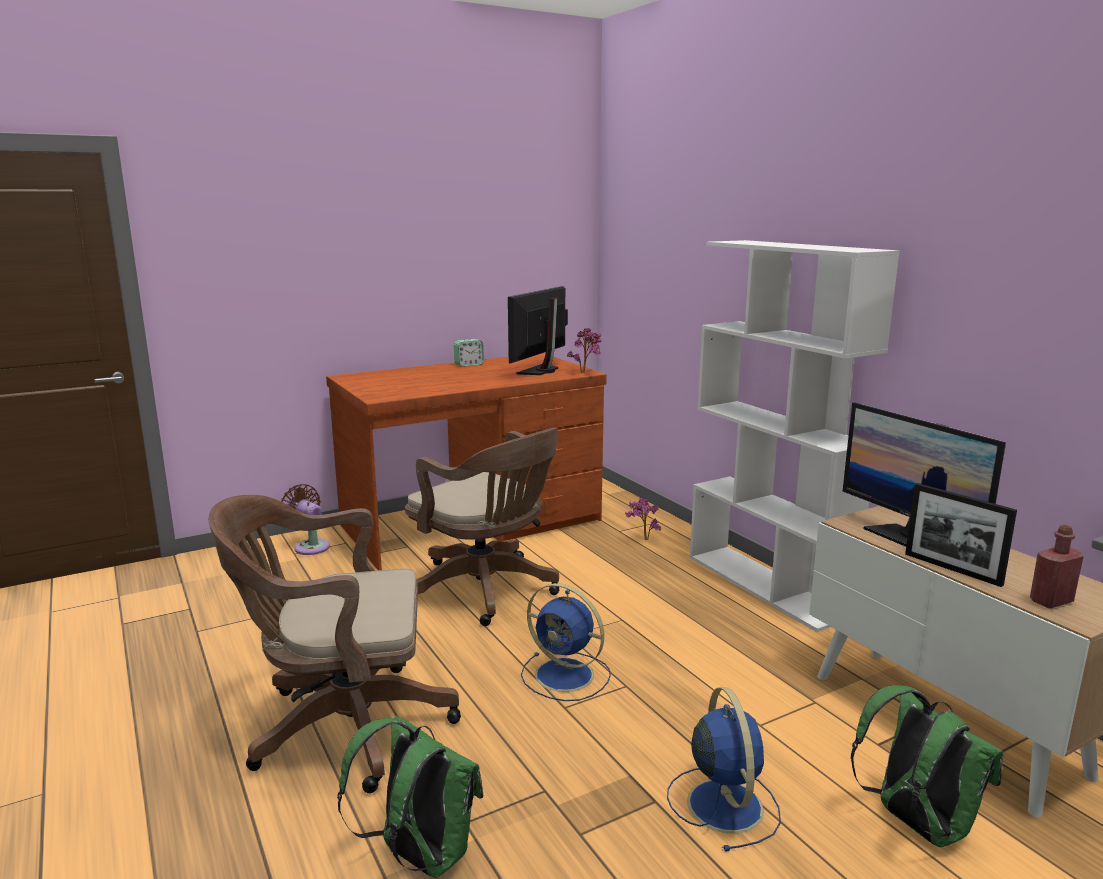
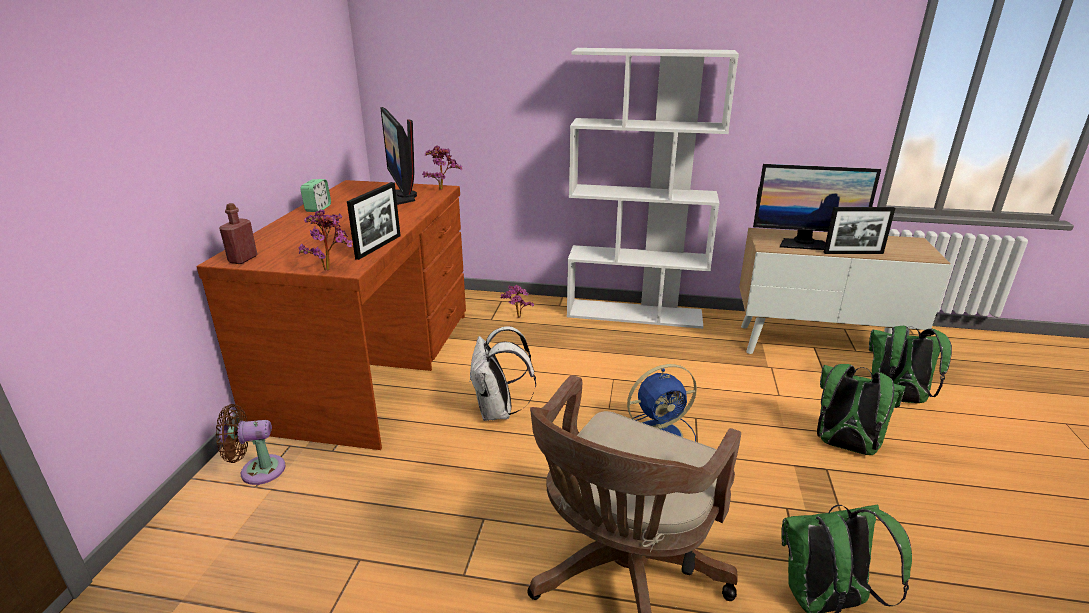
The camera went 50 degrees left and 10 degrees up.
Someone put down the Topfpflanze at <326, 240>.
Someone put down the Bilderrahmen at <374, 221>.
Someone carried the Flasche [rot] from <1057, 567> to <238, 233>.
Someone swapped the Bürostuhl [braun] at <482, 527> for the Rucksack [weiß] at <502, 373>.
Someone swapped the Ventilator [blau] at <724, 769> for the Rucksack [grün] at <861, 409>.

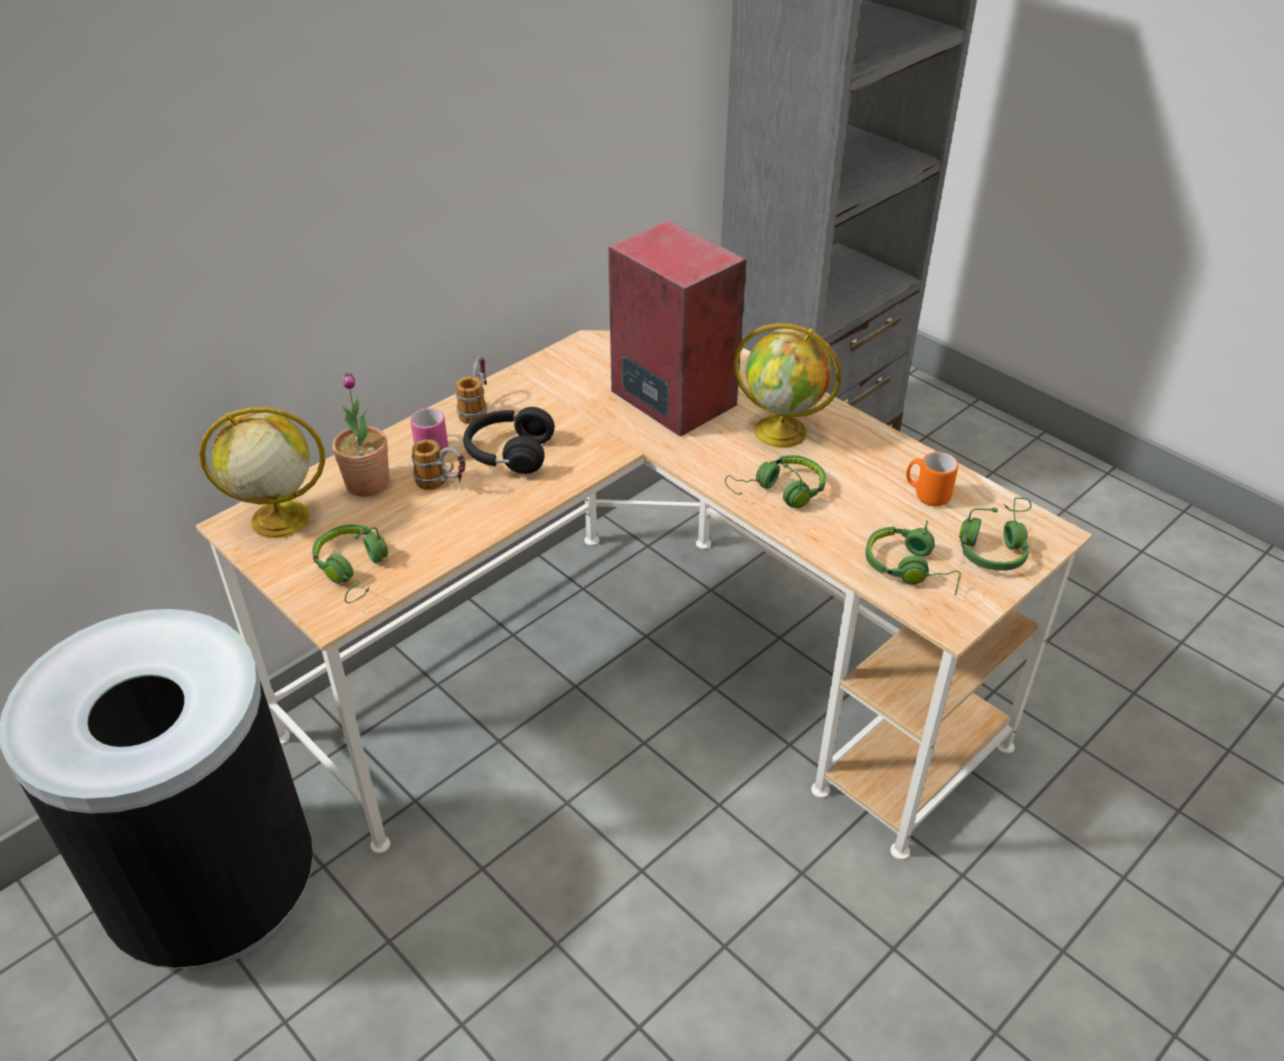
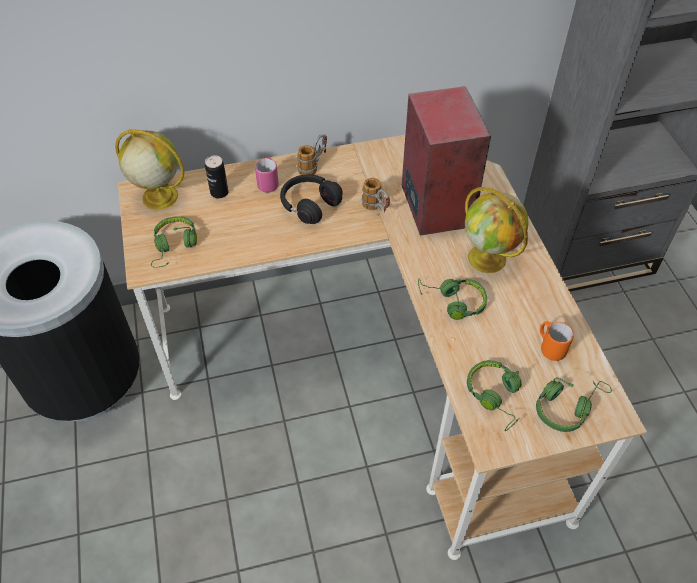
The camera went 30 degrees right and 10 degrees up.
Someone carried the Henkelbecher from <438, 464> to <375, 195>.
Someone swapped the Topfpflanze at <360, 435> for the Dose at <216, 176>.

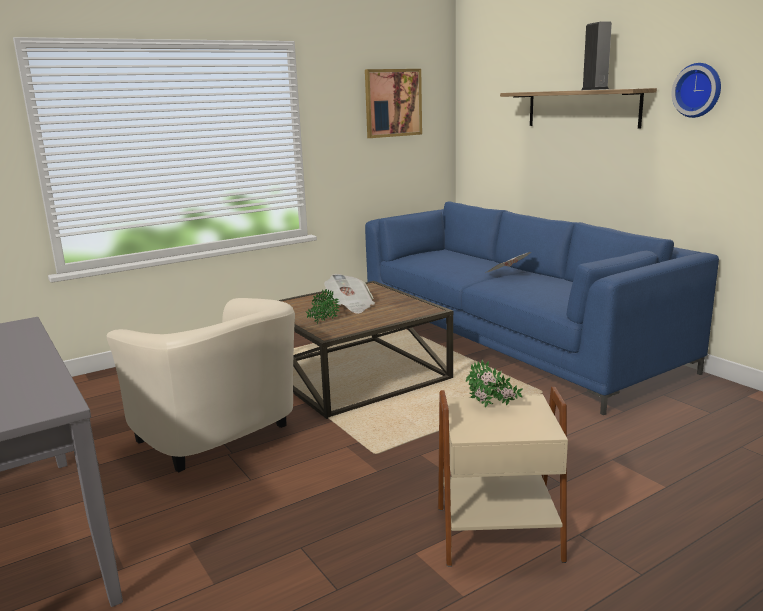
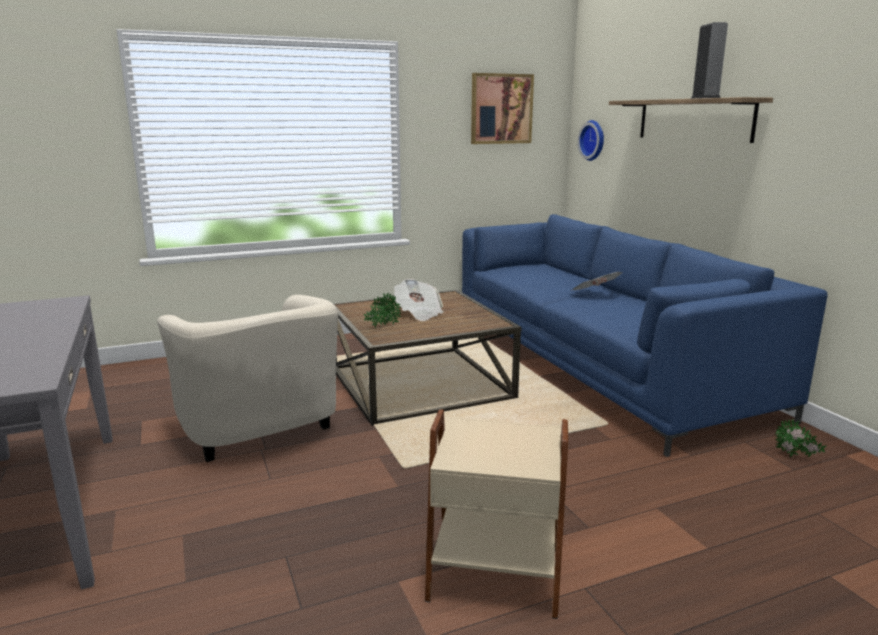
The camera went 10 degrees right and 0 degrees up.
Someone carried the Topfpflanze from <494, 383> to <801, 438>.
Someone carried the Wanduhr from <696, 90> to <591, 140>.

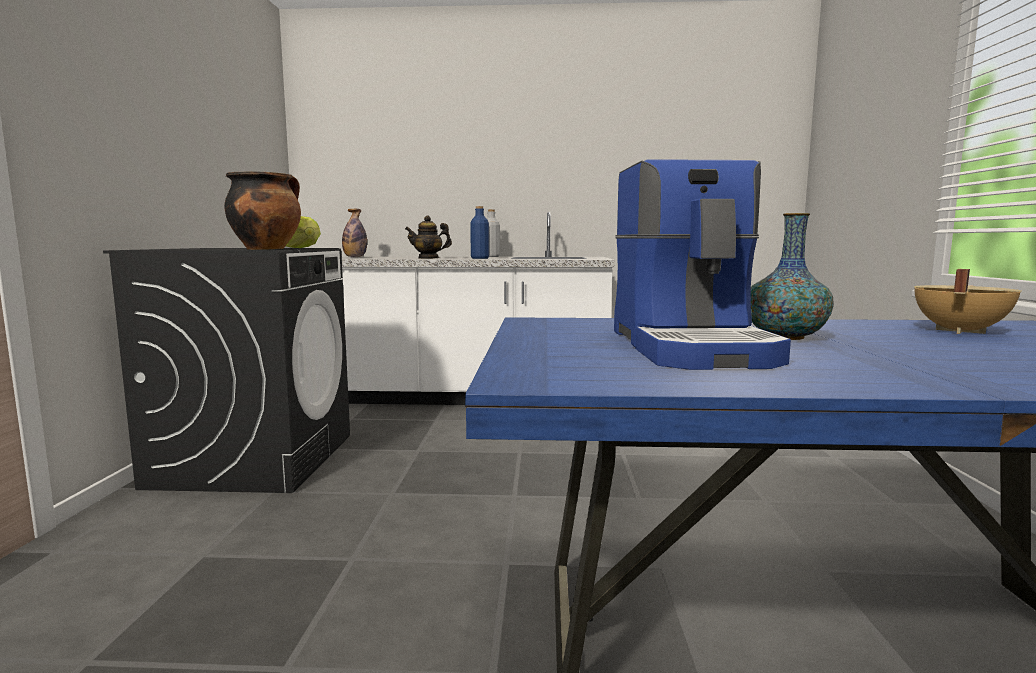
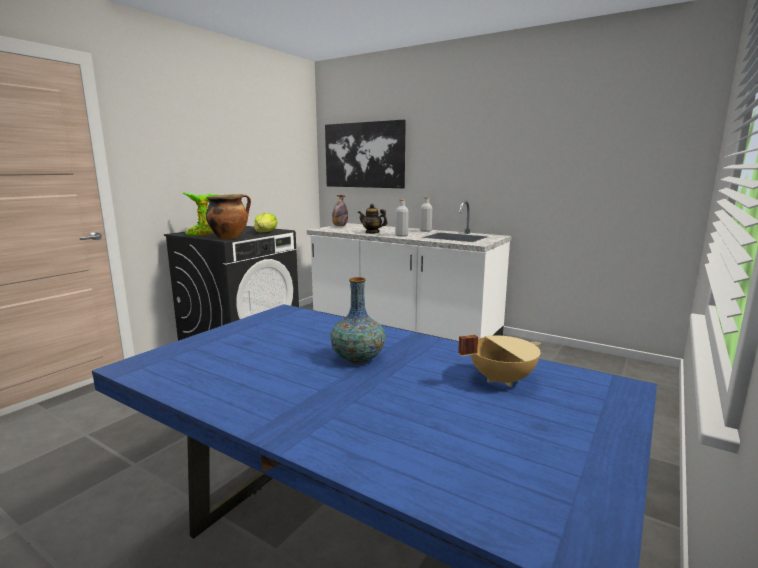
The camera went 30 degrees right and 5 degrees up.
Someone took away the Kaffeemaschine at <702, 264>.
Someone put down the Topfpflanze at <200, 214>.
Someone put up the Bild at <365, 154>.
Someone repainted the Flasche [blau] at <479, 232>, which became the Flasche [grau] at <402, 218>.

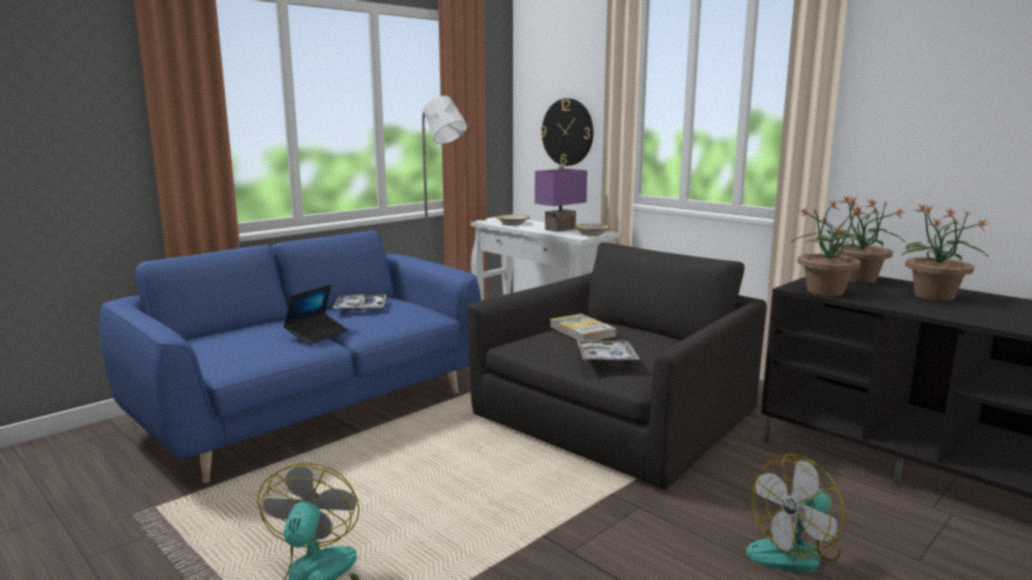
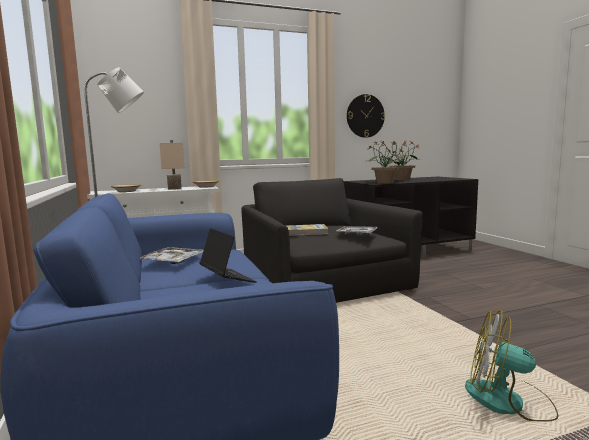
The camera went 65 degrees left and 5 degrees down.
Someone took away the Ventilator at <795, 513>.
Someone took away the Topfpflanze at <867, 239>.
Someone carried the Wanduhr from <567, 132> to <366, 116>.
Someone repainted the Tischlampe [lila] at <561, 199>, which became the Tischlampe [beige] at <172, 165>.

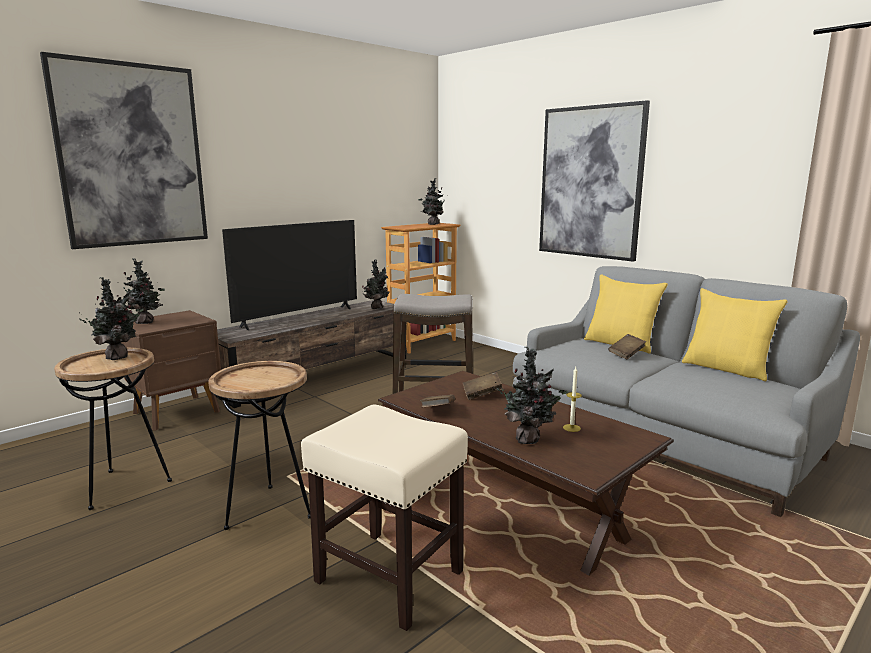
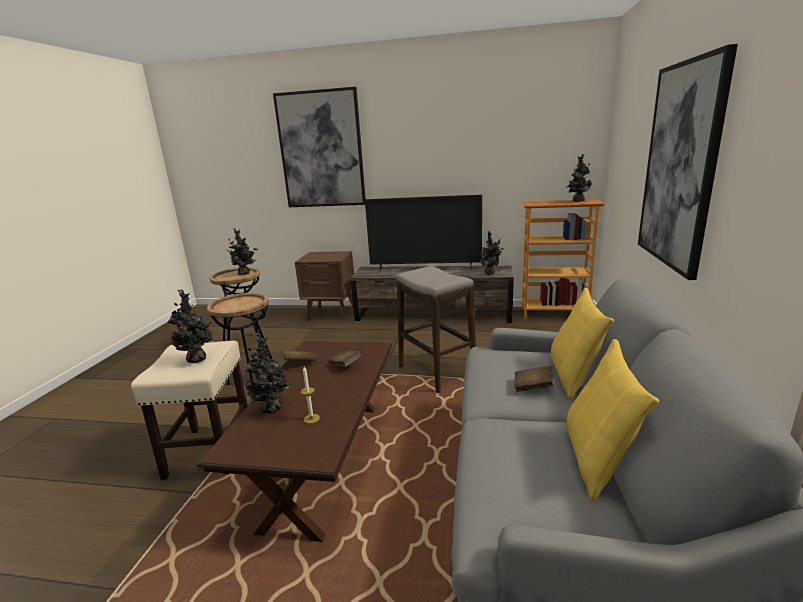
The camera went 55 degrees right and 5 degrees up.
Someone carried the Topfpflanze from <141, 291> to <191, 326>.

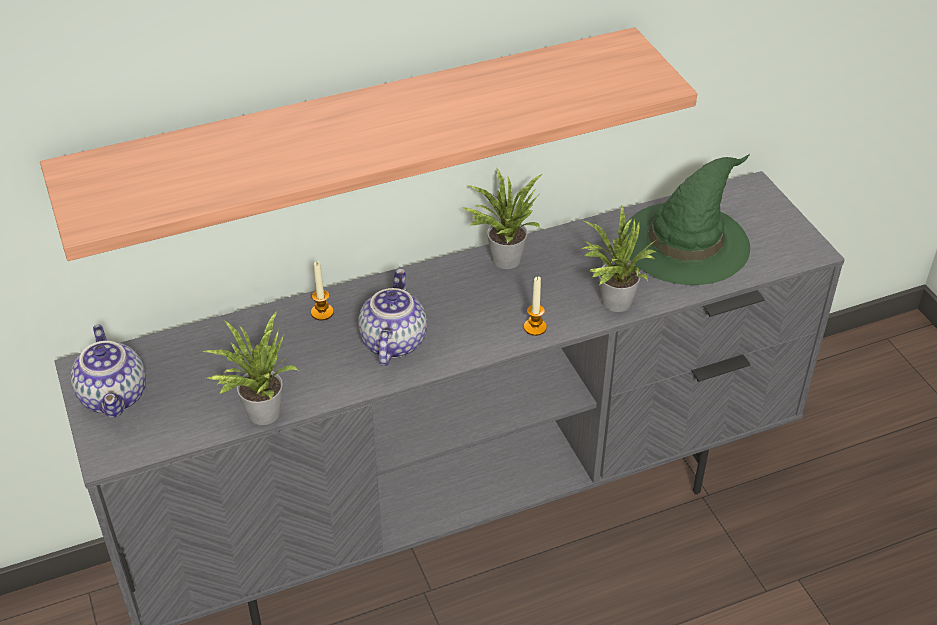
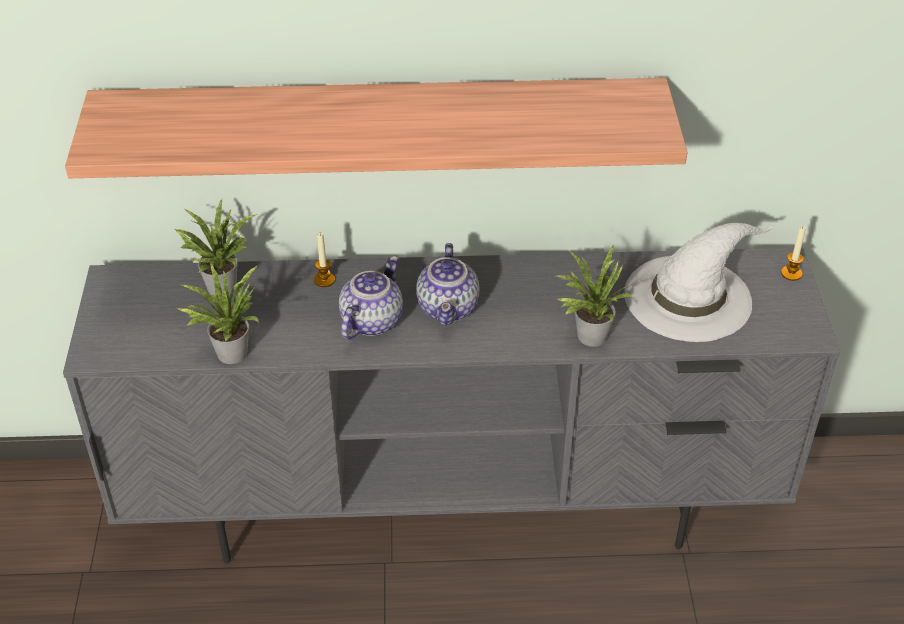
The camera went 20 degrees right and 0 degrees up.
Someone carried the Teekanne from <108, 371> to <448, 284>.
Someone carried the Topfpflanze from <501, 218> to <216, 247>.
Someone carried the Kerze from <535, 306> to <793, 253>.
Someone repainted the Hut [grün] at <687, 219>, which became the Hut [weiß] at <699, 282>.

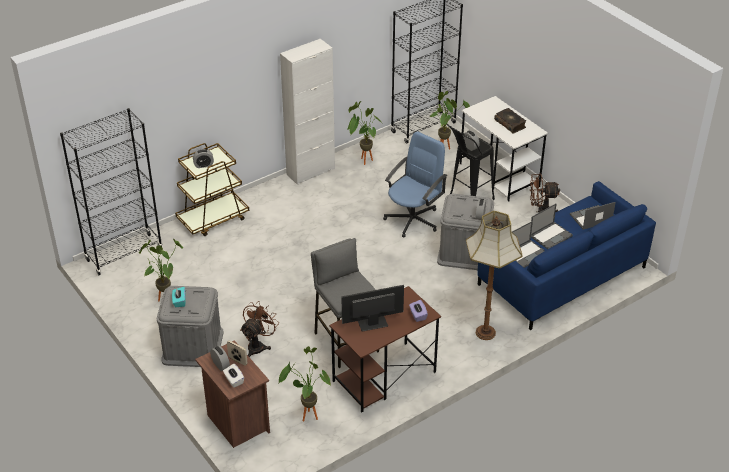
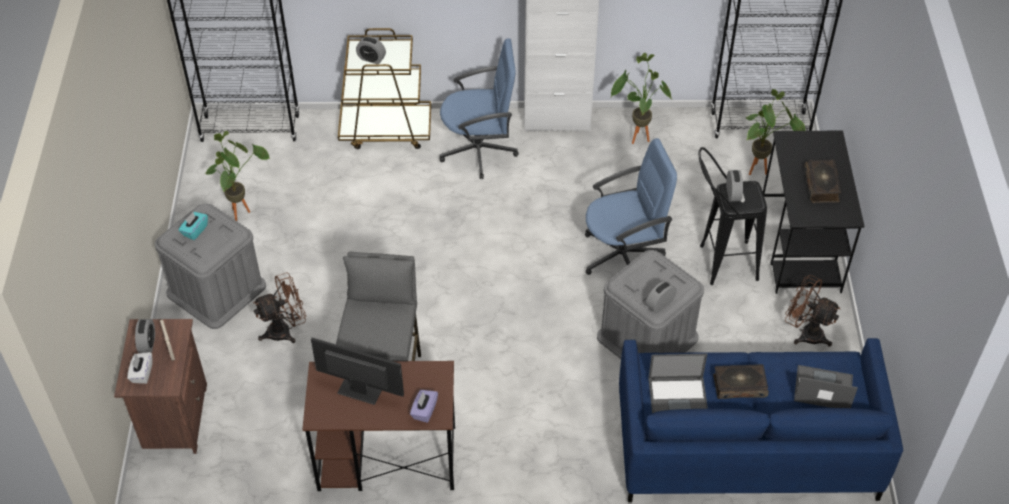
The camera went 35 degrees right and 10 degrees up.
Someone took away the Topfpflanze at <304, 384>.
Someone took away the Stehlampe at <494, 275>.
Someone put down the Bürostuhl [blau] at <479, 108>.
Someone swapped the Laptop at <552, 226> for the Buch at <741, 381>.
Someone repainted the Schreibtisch [weiß] at <504, 148>, which became the Schreibtisch [schwarz] at <813, 212>.

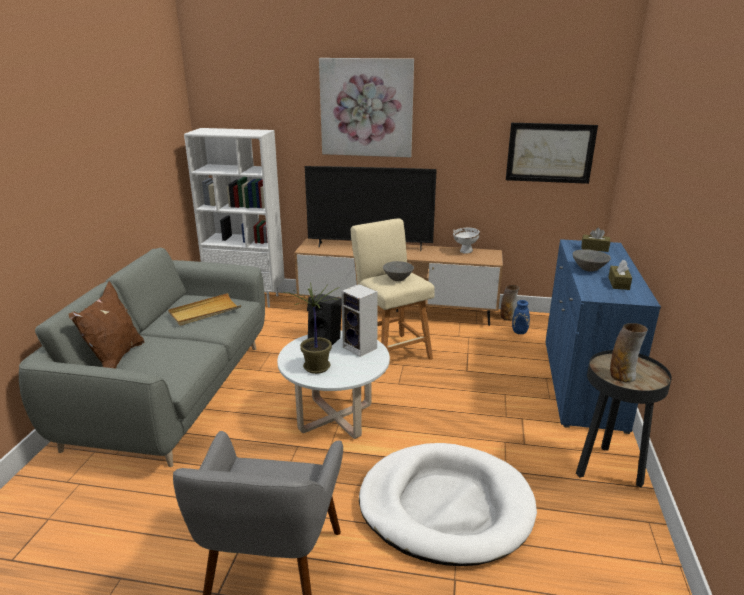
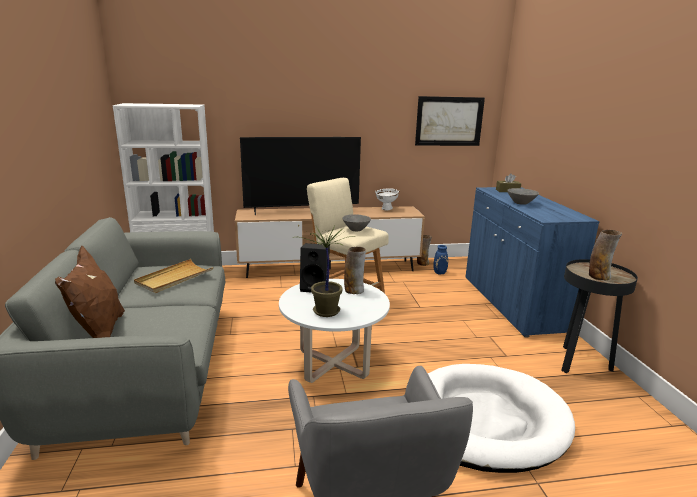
The camera went 20 degrees left and 5 degrees down.
Someone took away the Bild at <366, 107>.
Someone took away the Taschentuchbox [braun] at <620, 275>.
Someone swapped the Lautsprecher at <359, 320> for the Vase at <355, 270>.

